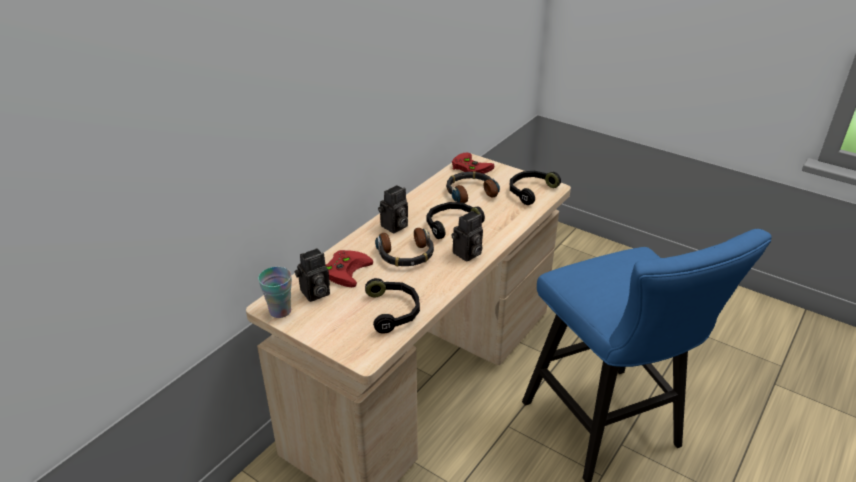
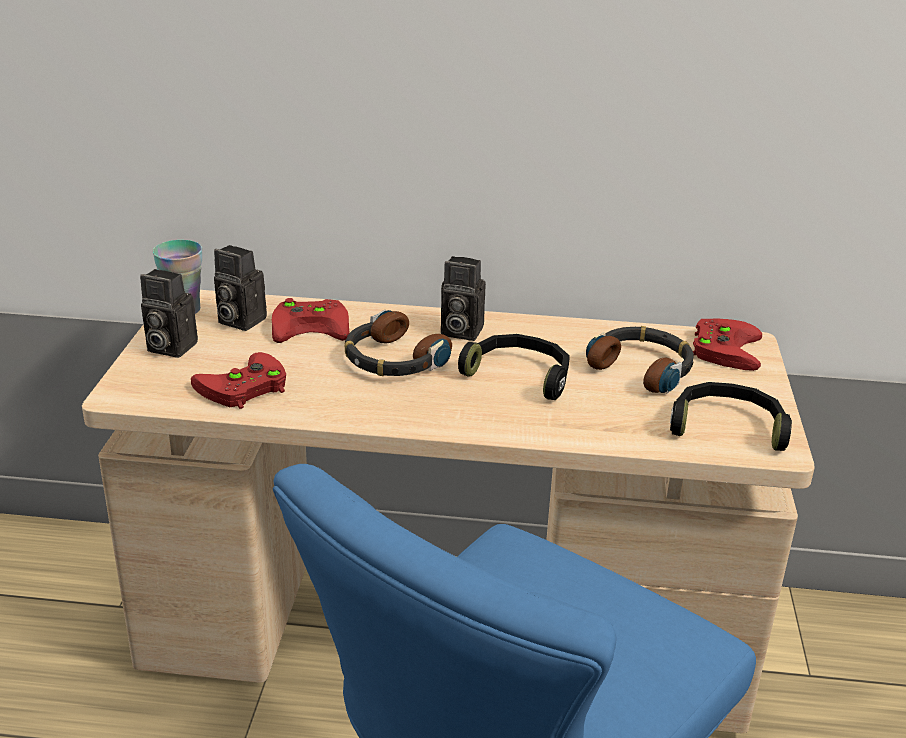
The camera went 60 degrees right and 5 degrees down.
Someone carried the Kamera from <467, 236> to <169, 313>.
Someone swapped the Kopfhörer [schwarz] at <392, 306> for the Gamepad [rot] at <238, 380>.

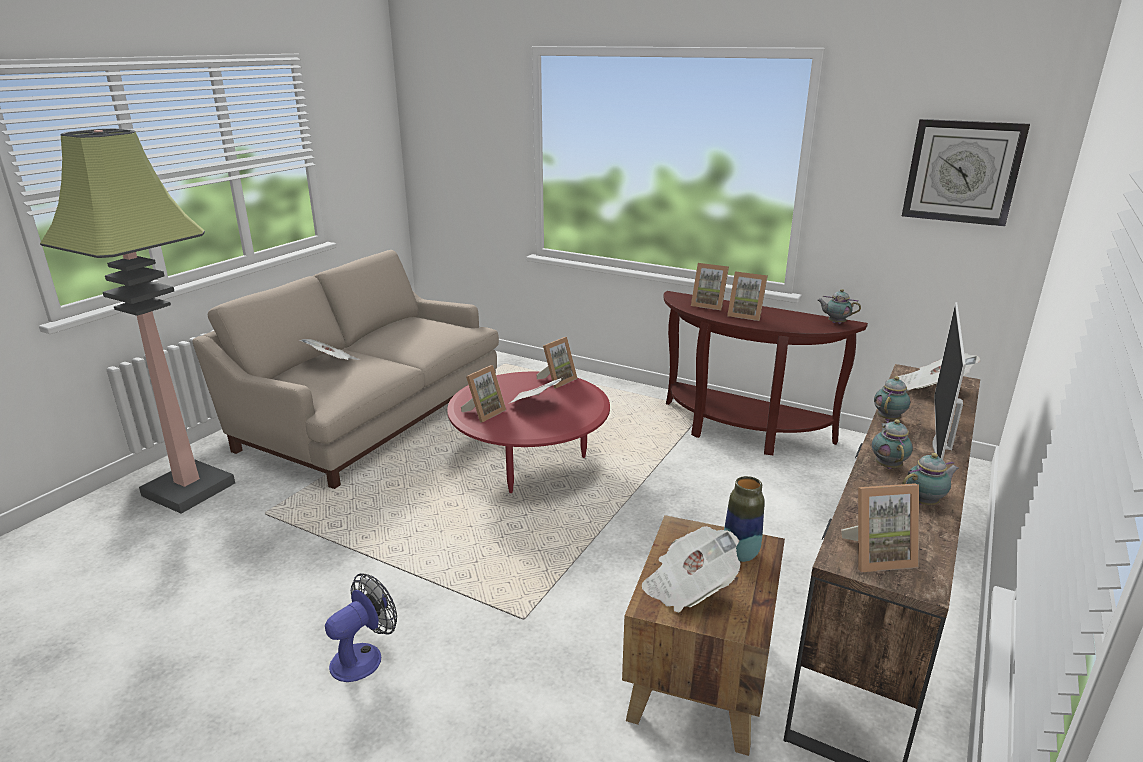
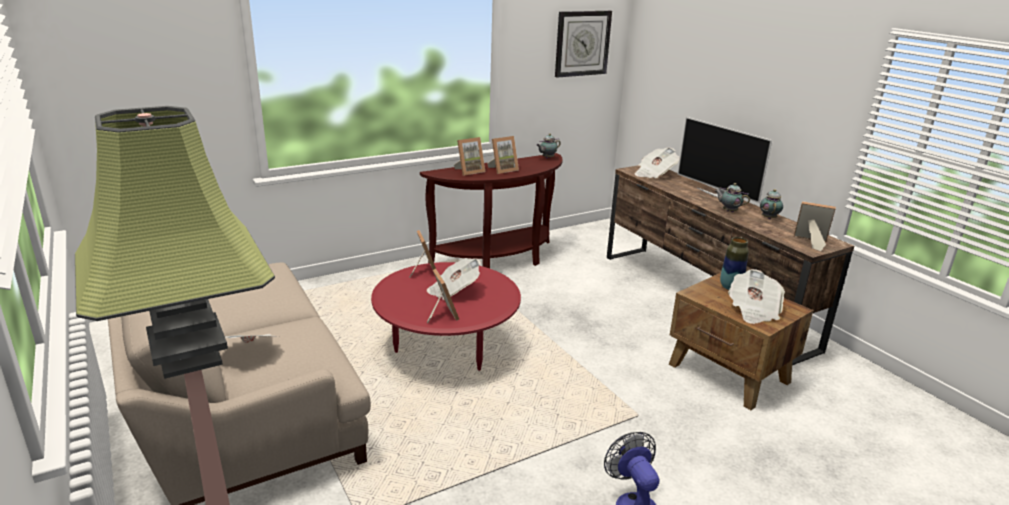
The camera went 60 degrees left and 0 degrees up.
Someone took away the Teekanne at <892, 398>.
Someone rotated the Bilderrahmen at <880, 527> by 90 degrees counterclockwise.

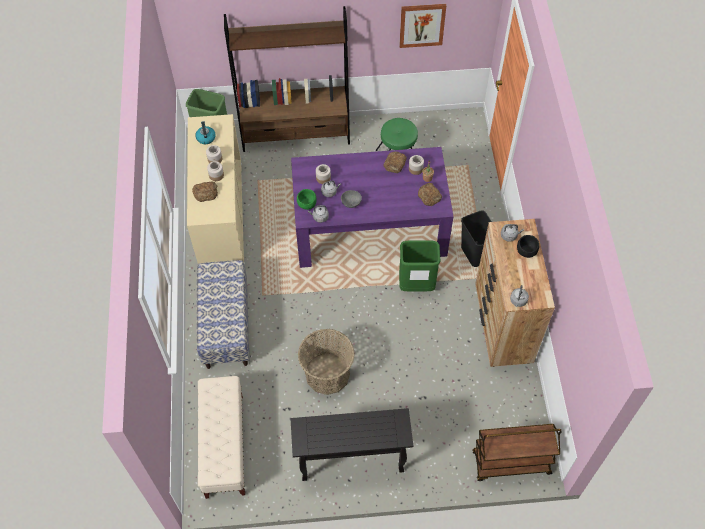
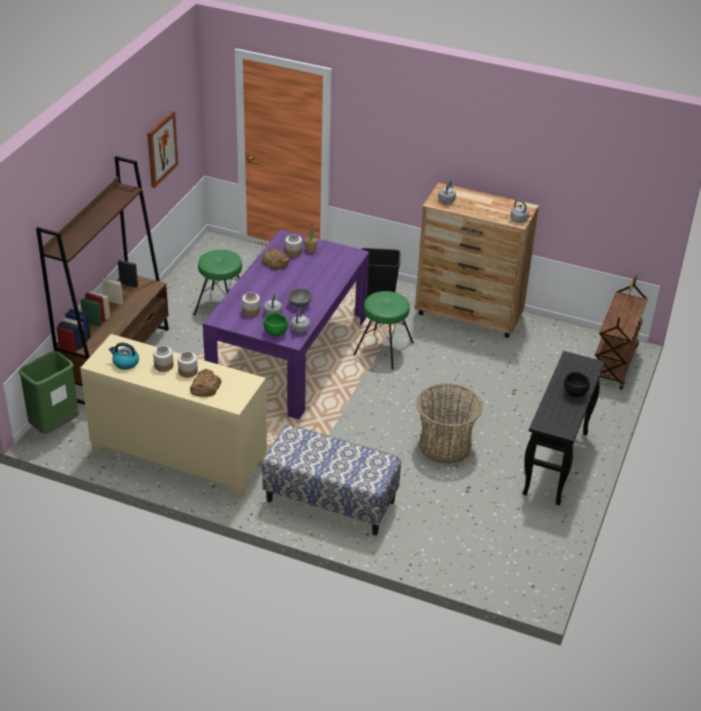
The camera went 65 degrees left and 20 degrees down.
Someone took away the Bank [beige] at <221, 437>.
Someone took away the Brot at <430, 194>.
Someone carried the Schüssel [schwarz] from <528, 246> to <577, 384>.
Someone swapped the Mülleimer [grün] at <419, 265> for the Hocker [grün] at <383, 330>.

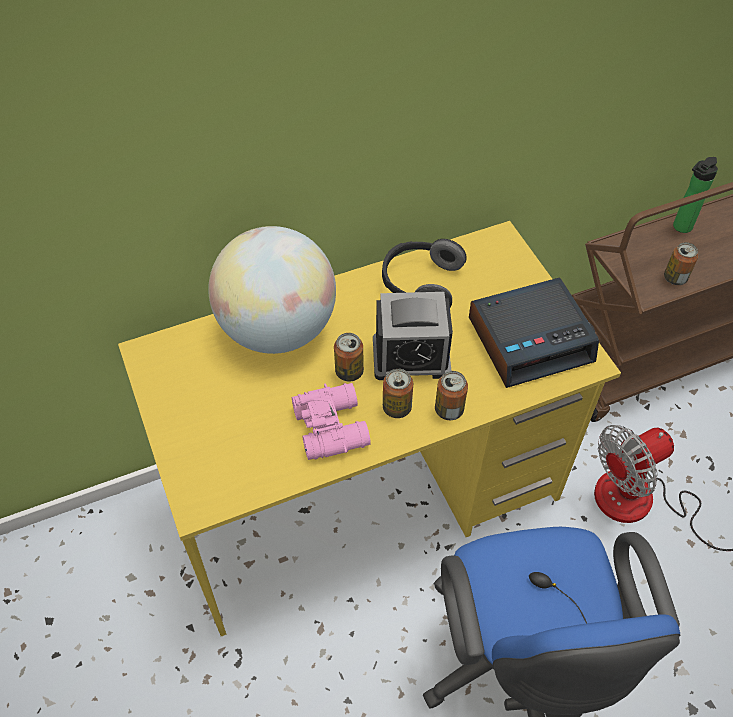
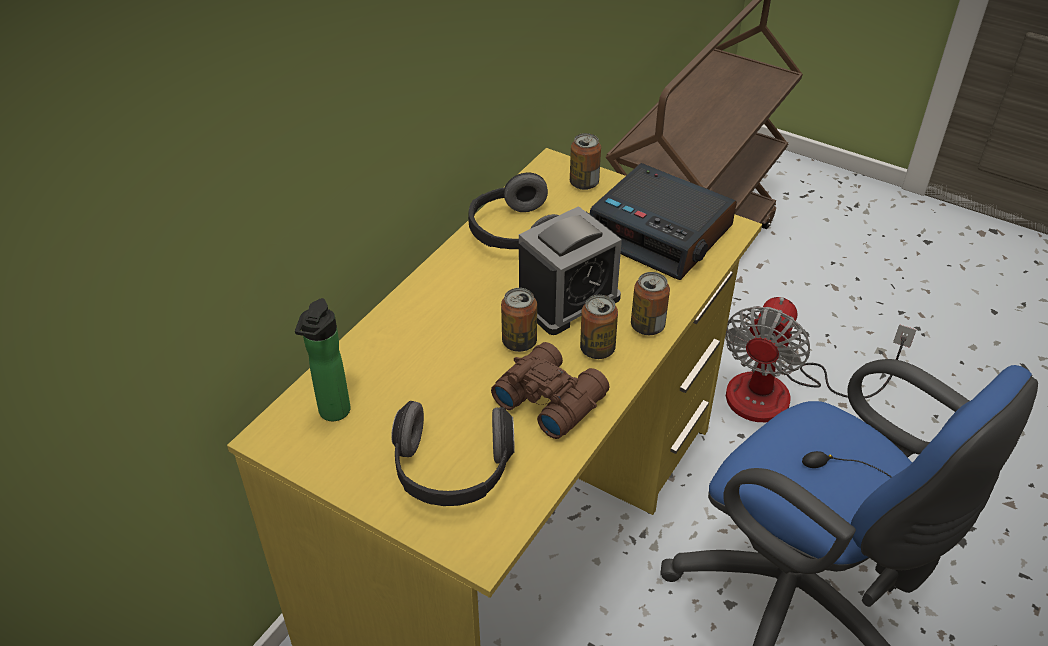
The camera went 35 degrees left and 10 degrees down.
Someone took away the Globus at <272, 290>.
Someone put down the Kopfhörer at <452, 453>.
Someone carried the Dose from <681, 263> to <585, 161>.
Someone carried the Flasche from <695, 195> to <322, 359>.
Someone repainted the Fernglas [rosa] at <331, 421>, which became the Fernglas [braun] at <550, 390>.
Someone rotated the Wecker at <534, 332> by 90 degrees clockwise.

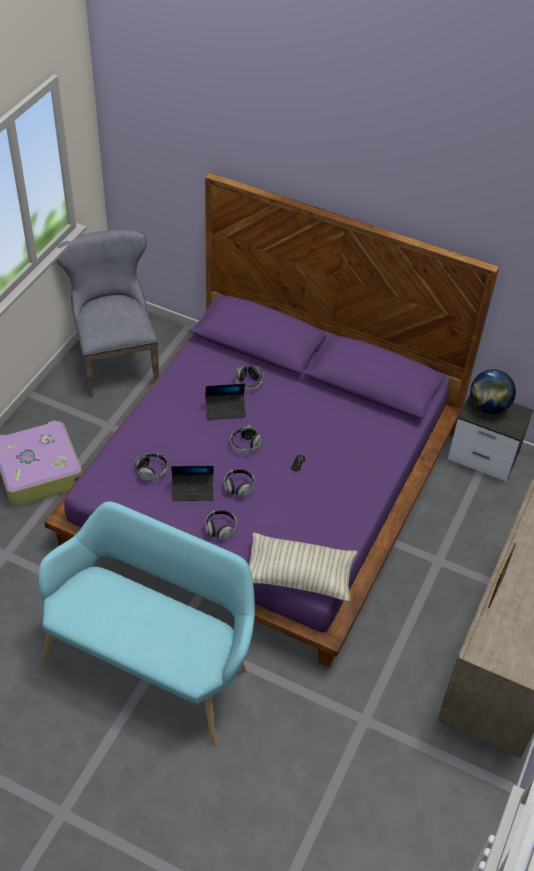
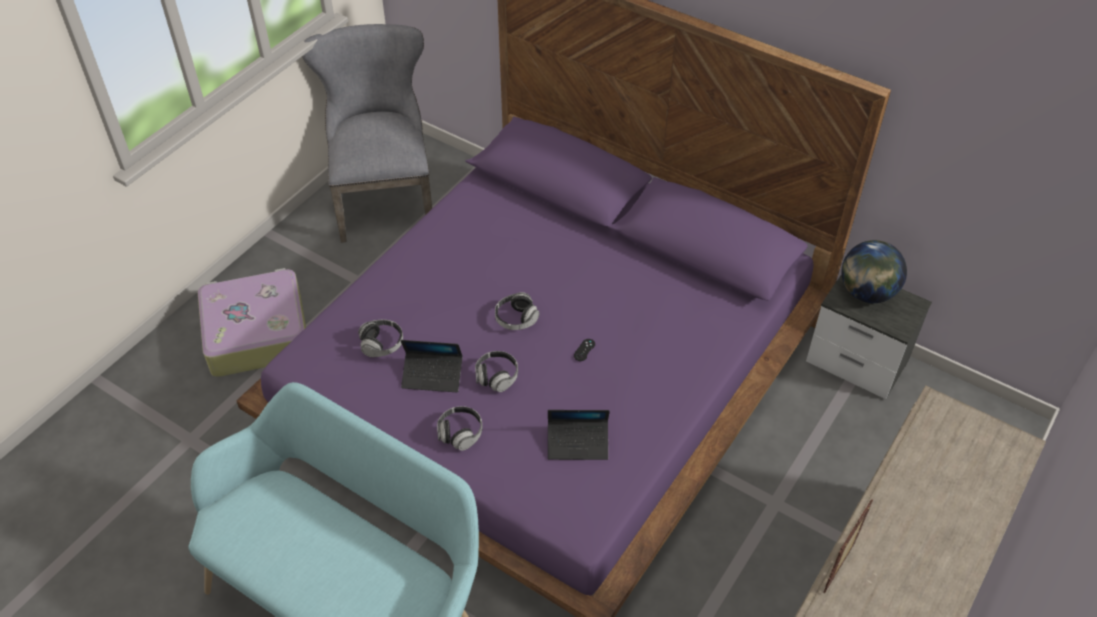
The camera went 10 degrees right and 0 degrees up.
Someone took away the Kopfhörer at <249, 377>.
Someone took away the Kissen at <303, 567>.
Someone carried the Laptop from <225, 401> to <579, 435>.

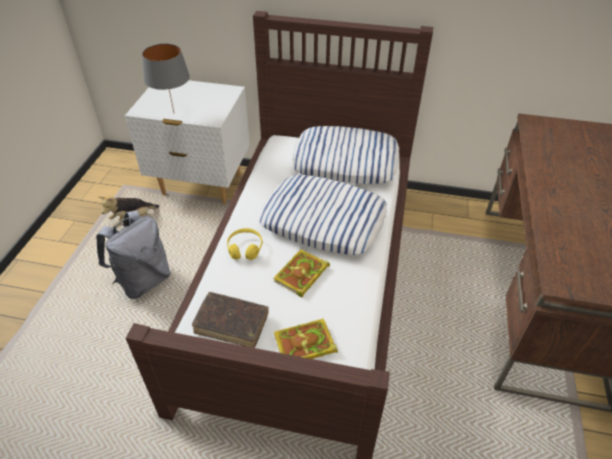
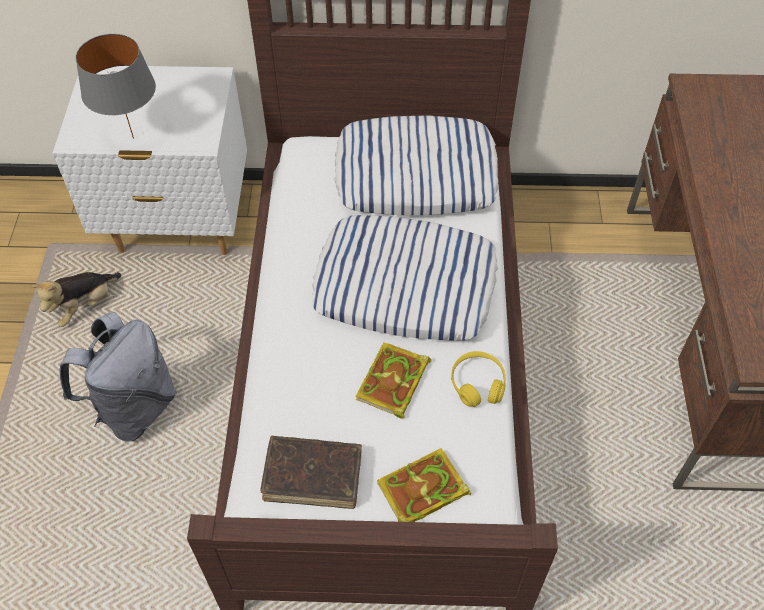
The camera went 10 degrees left and 10 degrees up.
Someone carried the Kopfhörer [gelb] from <245, 244> to <478, 379>.

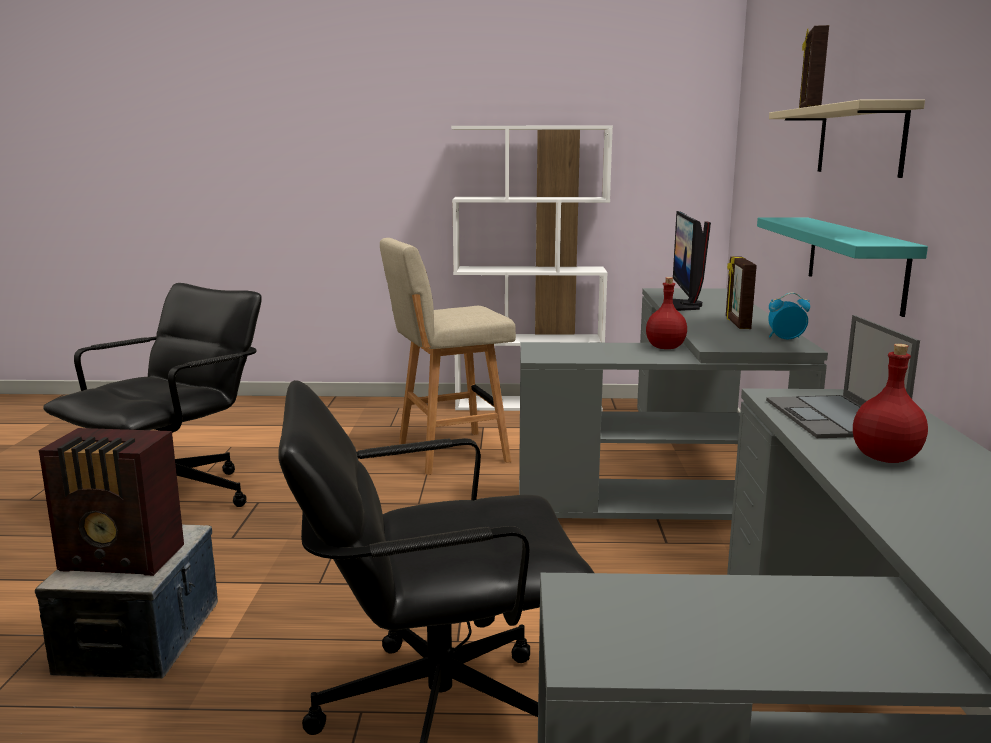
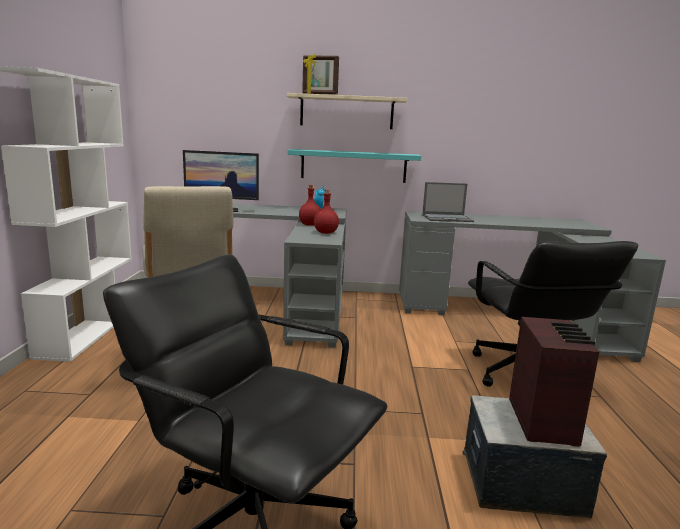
The camera went 90 degrees left and 0 degrees up.
Someone took away the Bilderrahmen at <741, 293>.
Someone carried the Flasche [rot] from <890, 403> to <326, 212>.

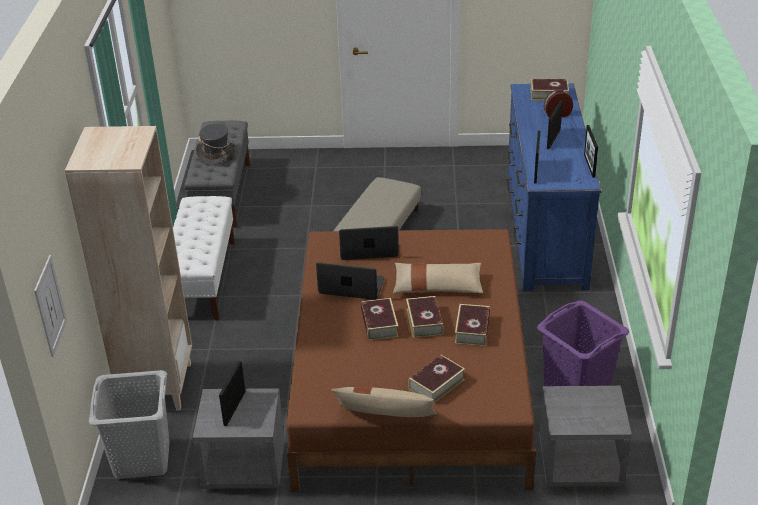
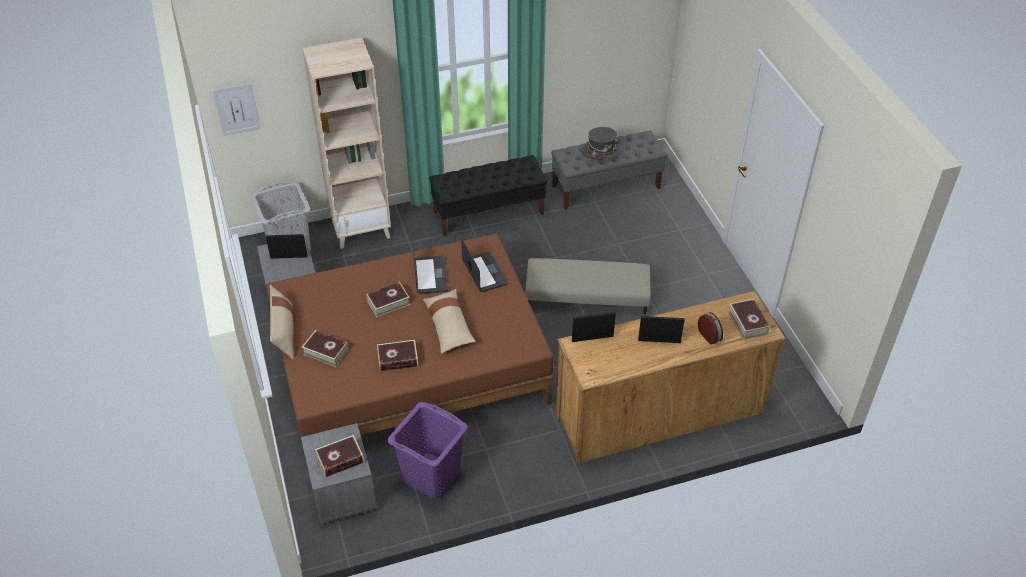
The camera went 70 degrees right and 10 degrees up.
Someone took away the Bilderrahmen at <591, 151>.
Someone carried the Buch from <425, 317> to <339, 456>.
Someone repainted the Bank [weiß] at <204, 258>, which became the Bank [schwarz] at <488, 196>.
Someone repainted the Kommode [blau] at <554, 187>, which became the Kommode [braun] at <671, 377>.

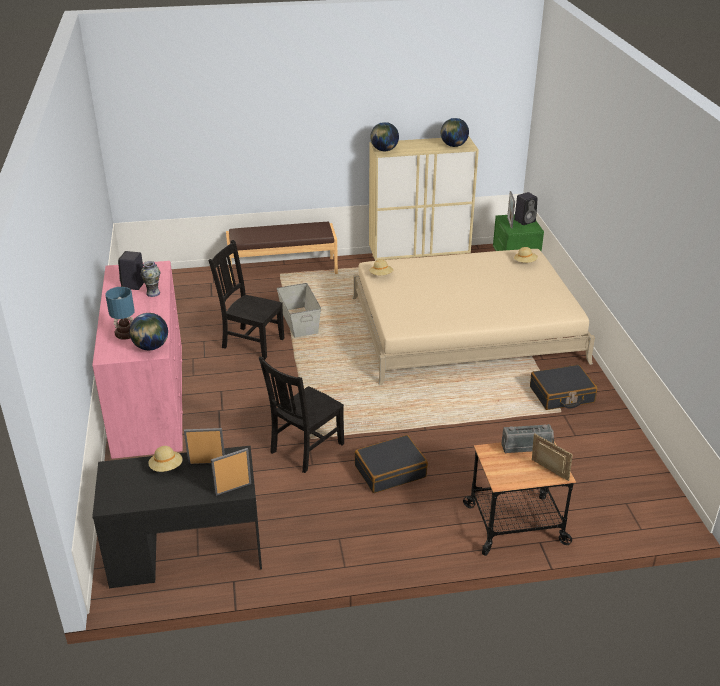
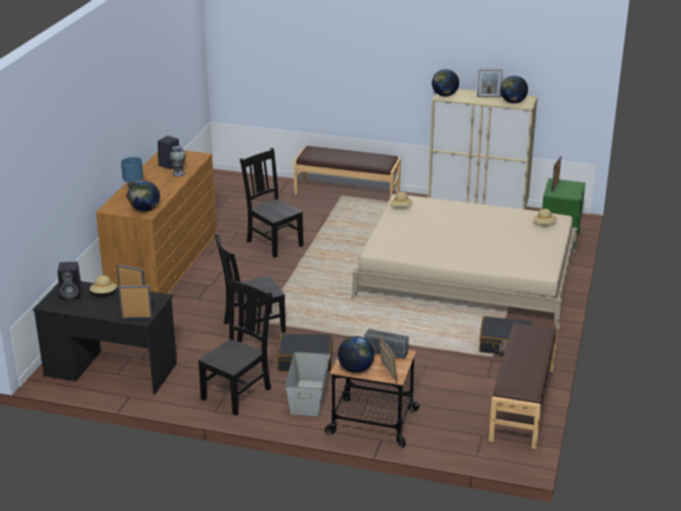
The camera went 25 degrees right and 5 degrees down.
Someone put down the Stuhl [schwarz] at <235, 346>.
Someone put down the Globus at <356, 354>.
Someone put down the Bilderrahmen at <490, 83>.
Someone put down the Bank [braun] at <522, 386>.
Someone carried the Aufbewahrungsbox [grau] from <299, 310> to <307, 384>.
Someone carried the Lautsprecher [schwarz] from <525, 208> to <70, 281>.
Someone repainted the Kommode [rosa] at <137, 360>, which became the Kommode [braun] at <156, 222>.

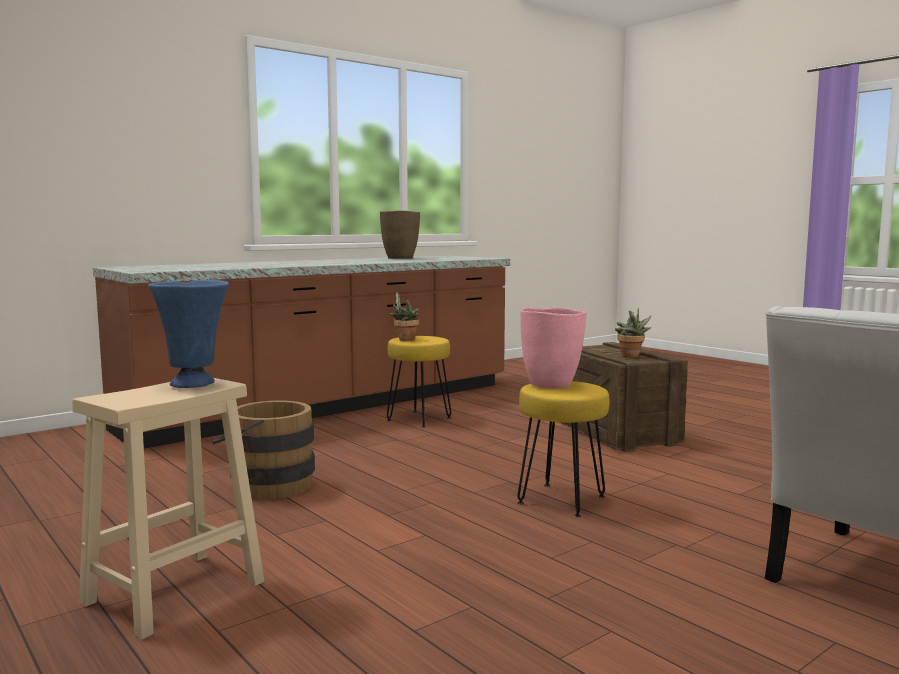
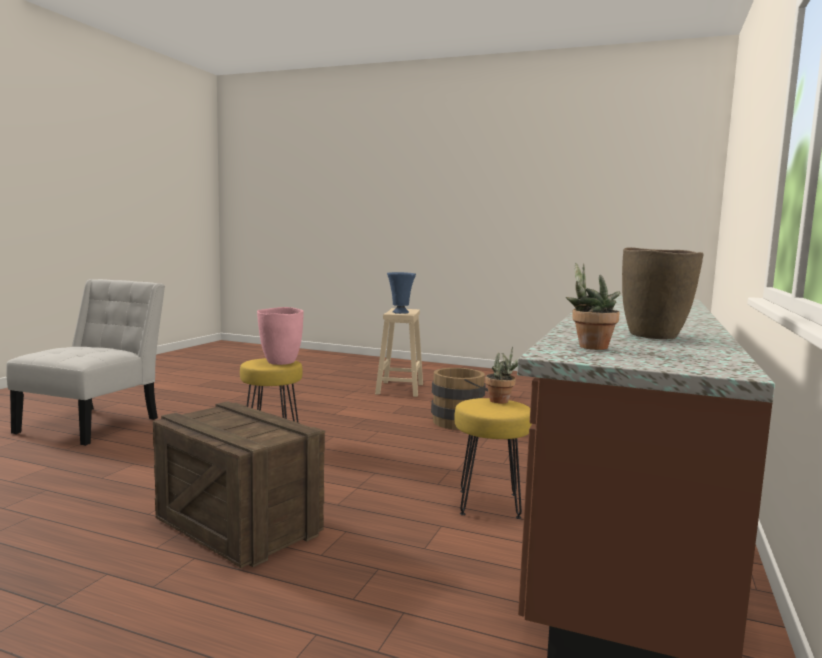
The camera went 150 degrees right and 0 degrees up.
Someone carried the Topfpflanze from <633, 332> to <593, 306>.

